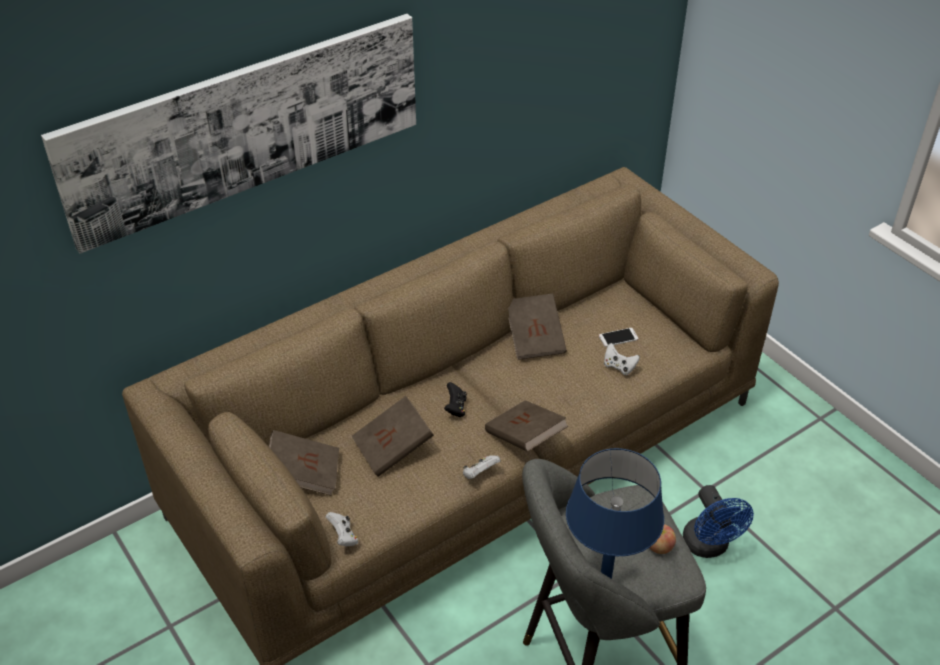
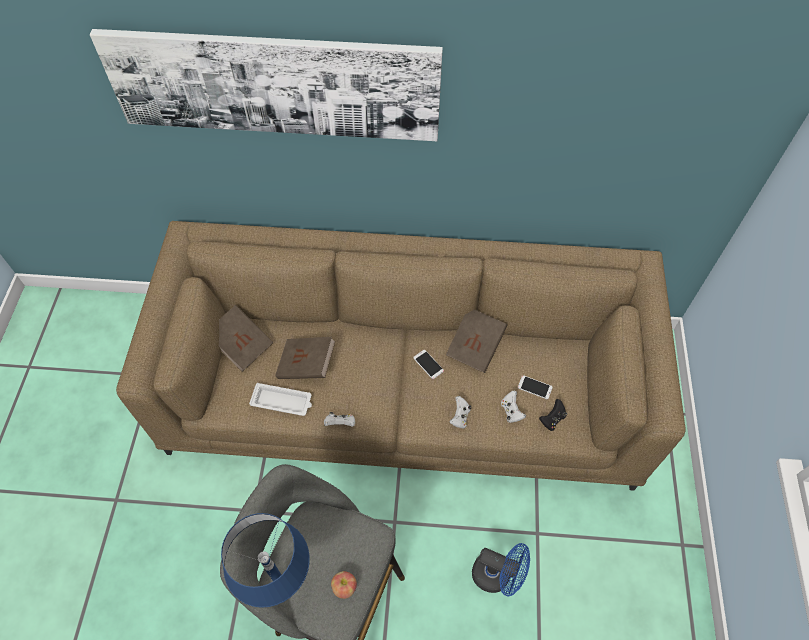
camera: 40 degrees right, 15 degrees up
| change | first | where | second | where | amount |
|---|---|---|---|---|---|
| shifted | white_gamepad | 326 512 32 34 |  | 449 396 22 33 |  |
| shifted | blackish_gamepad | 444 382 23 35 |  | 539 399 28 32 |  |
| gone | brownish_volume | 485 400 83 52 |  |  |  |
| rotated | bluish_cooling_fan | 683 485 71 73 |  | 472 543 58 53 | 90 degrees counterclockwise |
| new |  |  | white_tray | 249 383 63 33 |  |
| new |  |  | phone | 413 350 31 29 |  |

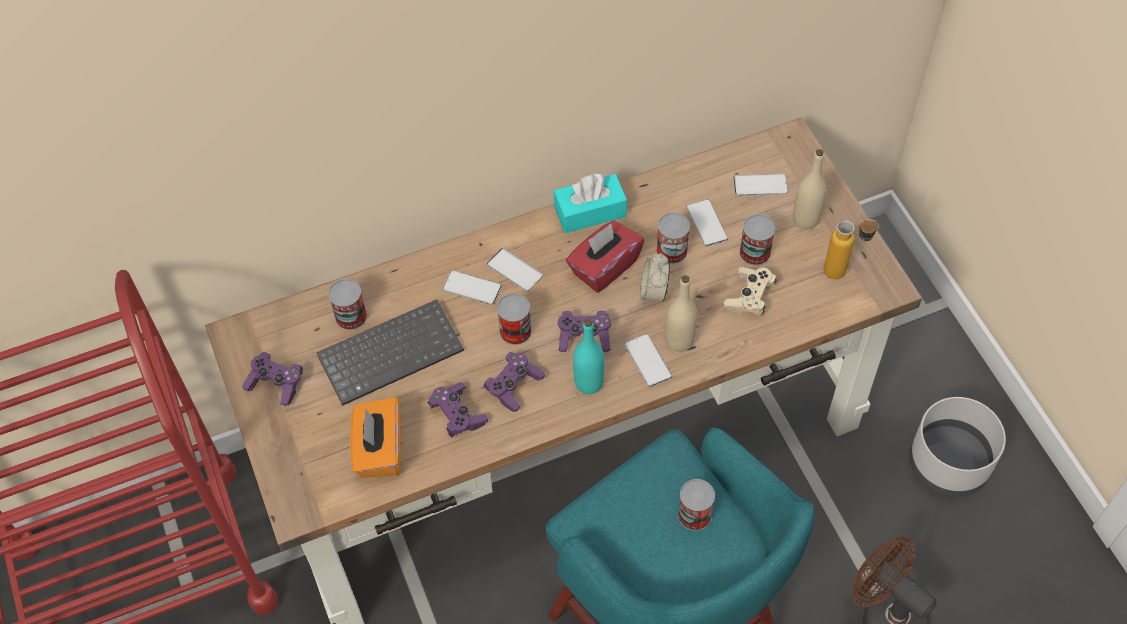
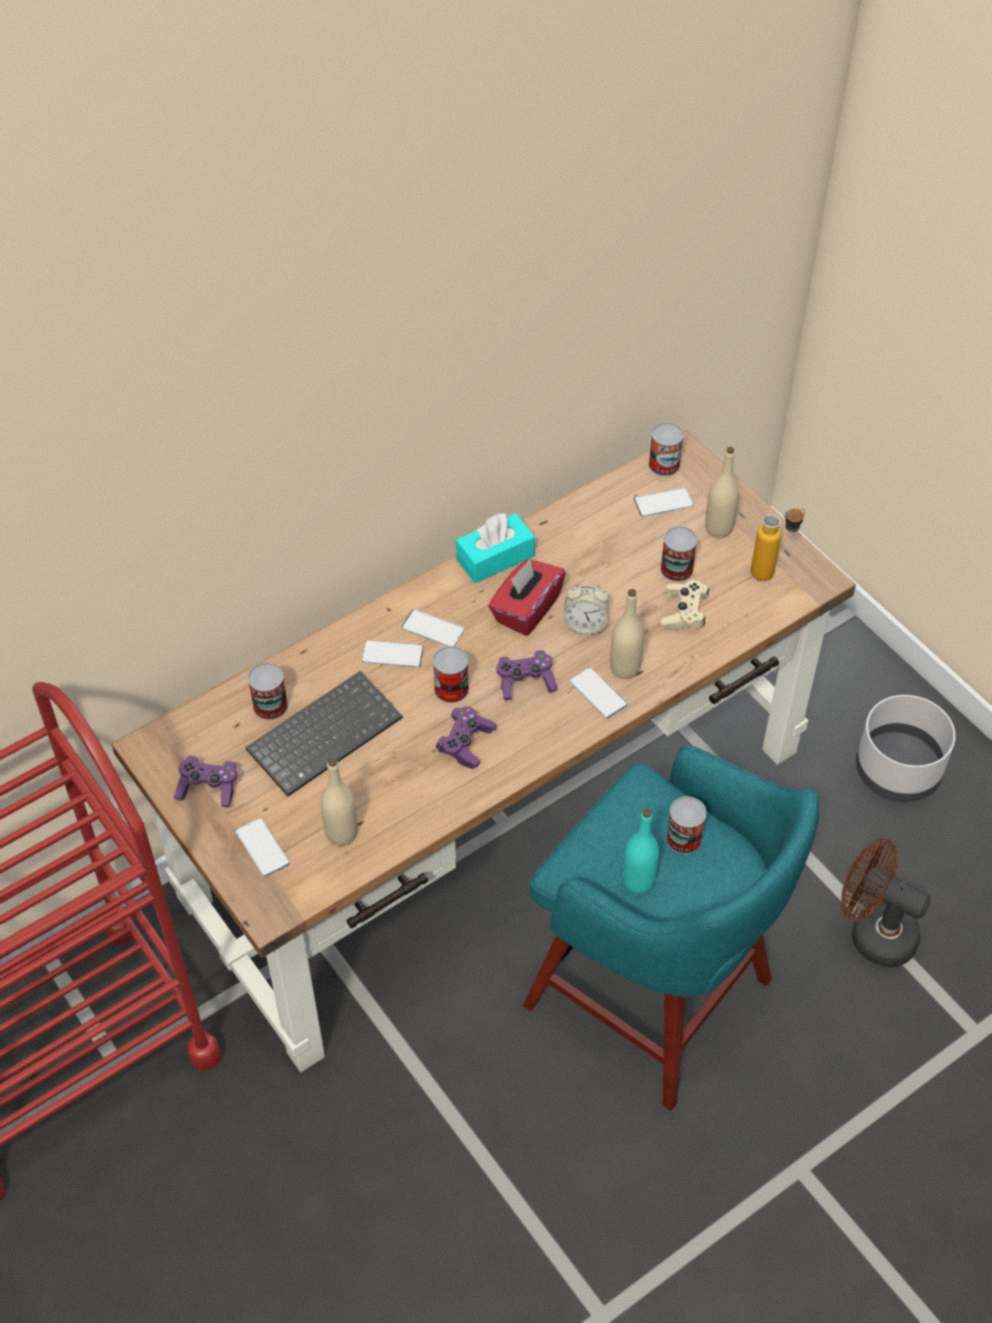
camera: 15 degrees left, 5 degrees down
| change | first | where | second | where | amount |
|---|---|---|---|---|---|
| swapped | orange_box_of_tissues | 350 397 51 81 | sand-coloured_beverage_bottle | 321 758 37 88 |  |
| gone | purple-coloured_gamepad | 427 382 61 55 |  |  |  |
| shifted | turquoise_beverage_bottle | 573 319 31 75 |  | 623 809 36 85 |  |
| rotated | bedside_clock | 640 253 30 51 |  | 563 582 46 53 | 75 degrees counterclockwise |
| shifted | metal_can | 656 213 34 51 |  | 649 422 35 54 |  |
| shifted | phone | 686 199 42 47 |  | 235 818 55 59 |  |

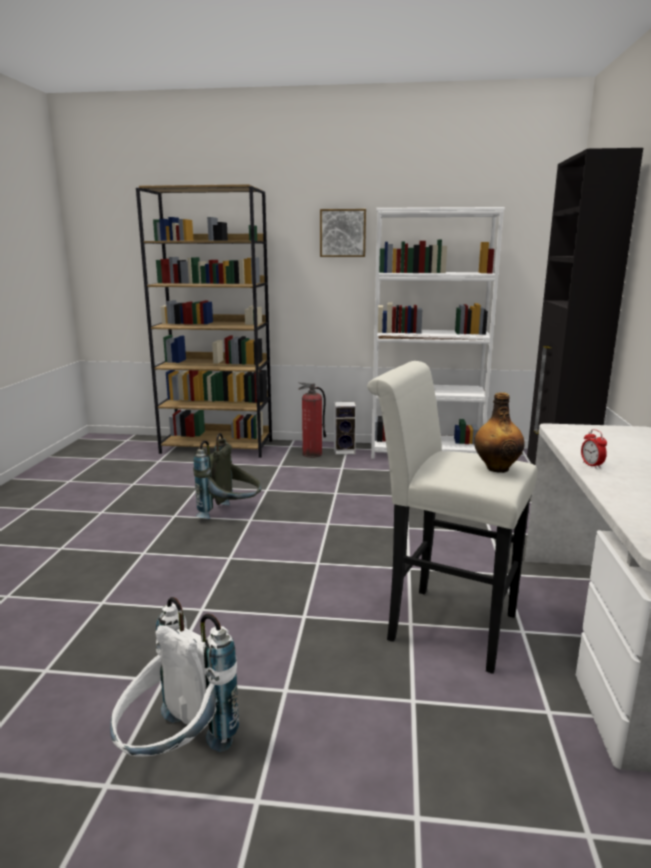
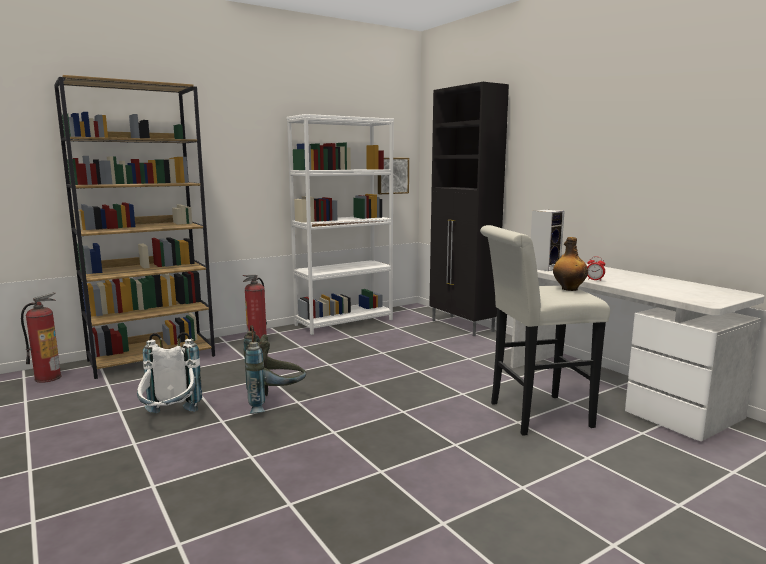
camera: 40 degrees left, 5 degrees down
| change | first | where | second | where | amount |
|---|---|---|---|---|---|
| shifted | white_backpack | 110 597 129 160 |  | 137 332 65 81 |  |
| shifted | wall_picture | 320 209 46 48 |  | 378 158 31 36 |  |
| shifted | loudspeaker | 334 402 22 53 |  | 531 210 33 61 |  |
| new |  |  | fire_extinguisher | 21 292 40 91 |  |

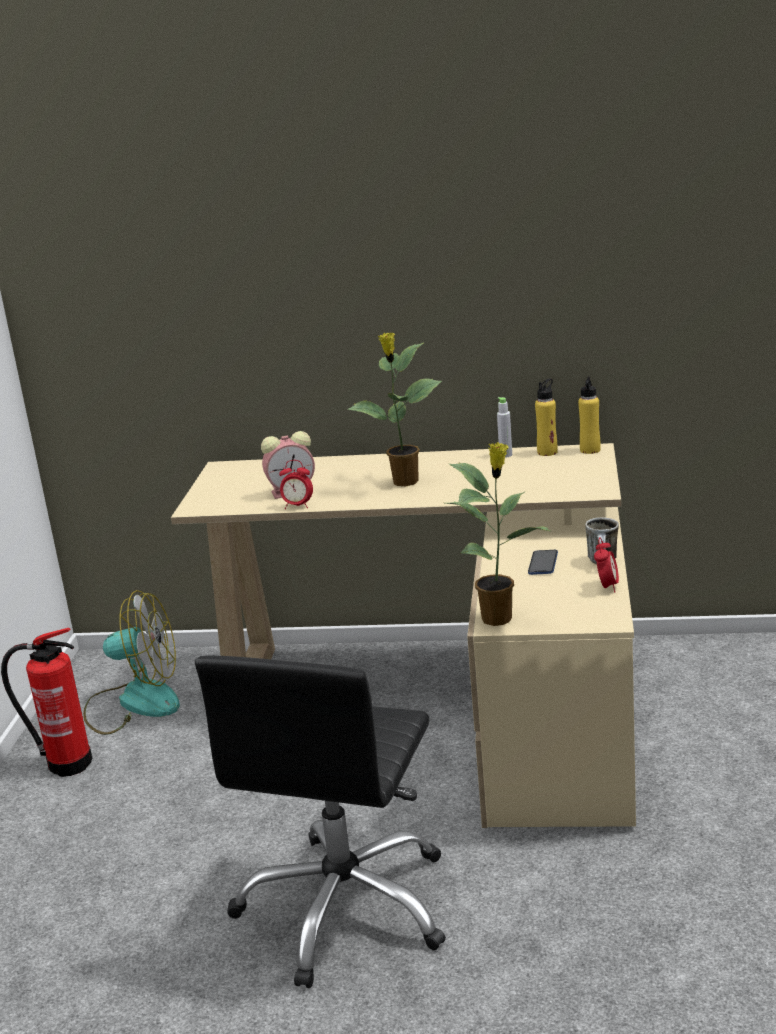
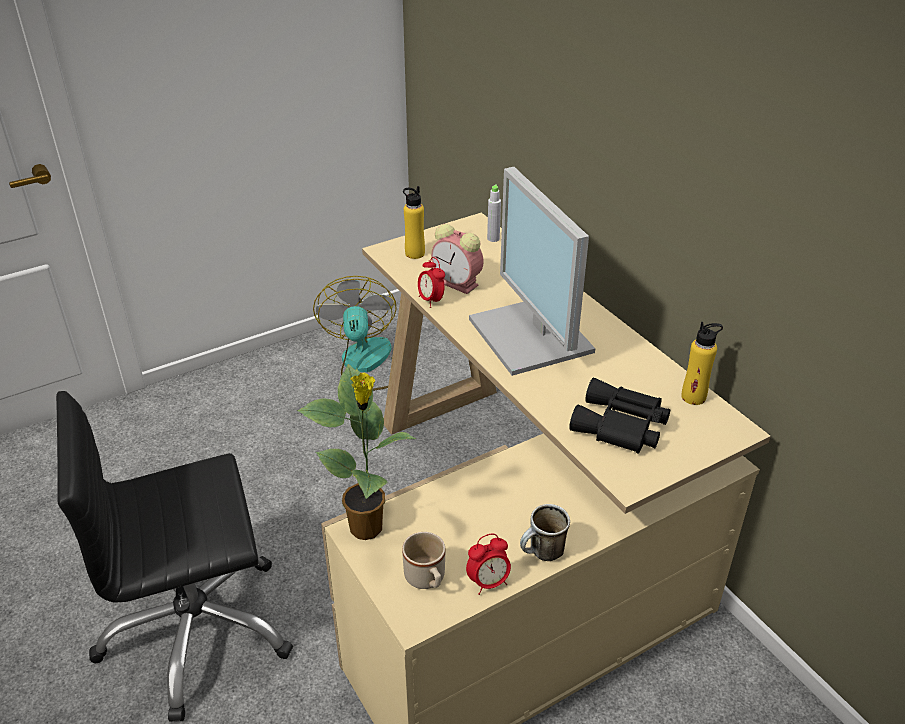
camera: 50 degrees right, 15 degrees up
| change | first | where | second | where | amount |
|---|---|---|---|---|---|
| gone | fire_extinguisher | 1 628 92 149 |  |  |  |
| rotated | cooling_fan | 83 590 97 145 |  | 313 276 103 115 | 150 degrees counterclockwise |
| swapped | houseplant | 348 333 94 153 | computer_screen | 469 167 126 209 |  |
| shifted | grey_beverage_bottle | 497 397 15 60 |  | 487 184 14 58 |  |
| gone | phone | 528 550 30 25 |  |  |  |
| shifted | yellowish_beverage_bottle | 578 377 23 77 |  | 403 186 22 73 |  |
| new |  |  | sand-coloured_coffee_mug | 402 532 43 57 |  |
| new |  |  | blackish_pair_of_binoculars | 569 378 101 76 |  |

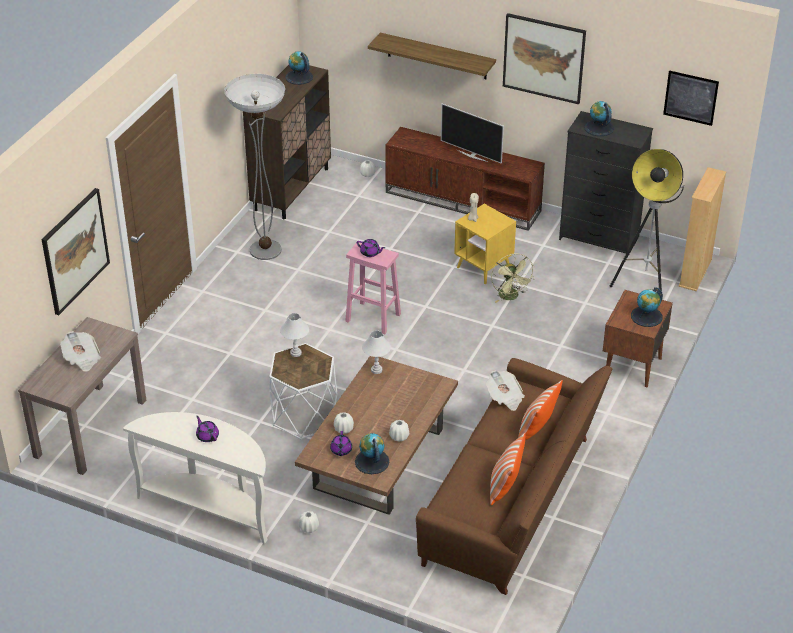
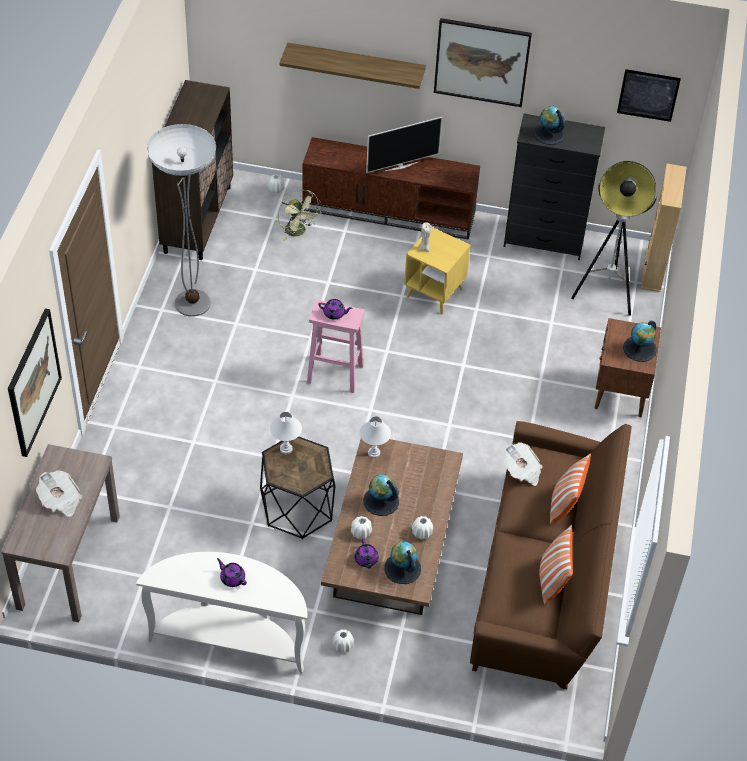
camera: 15 degrees left, 10 degrees up
| change | first | where | second | where | amount |
|---|---|---|---|---|---|
| repainted | white_side_table | 269 343 68 97 | blackish_side_table | 260 436 75 103 |  |
| shifted | desk_globe | 285 51 28 34 |  | 363 474 36 42 |  |
| rotated | TV_set | 441 103 63 61 |  | 366 117 76 56 | 45 degrees counterclockwise |
| shifted | greenish_cooling_fan | 491 254 44 49 |  | 278 190 43 51 |  |

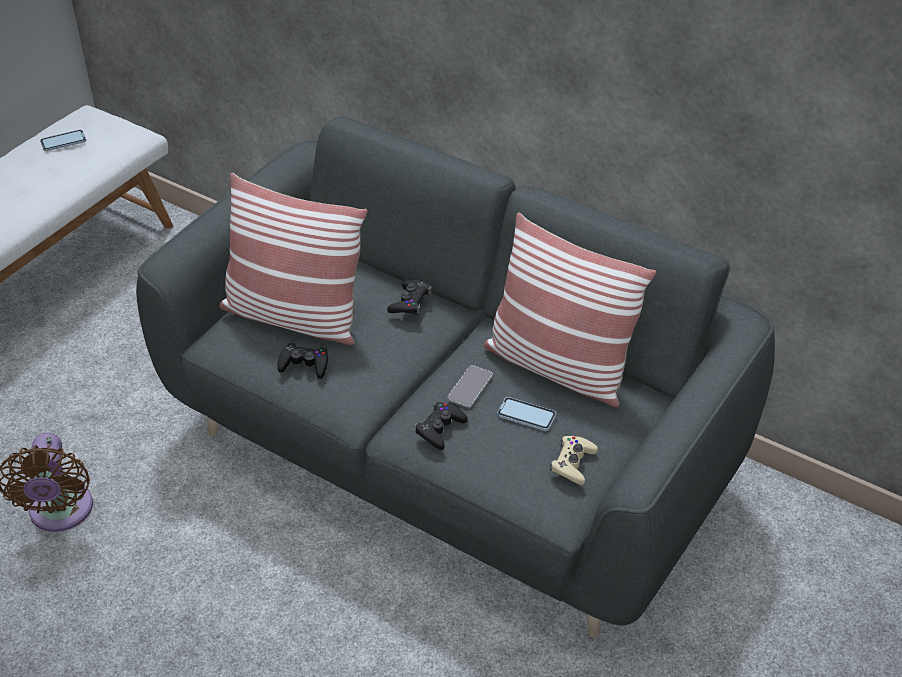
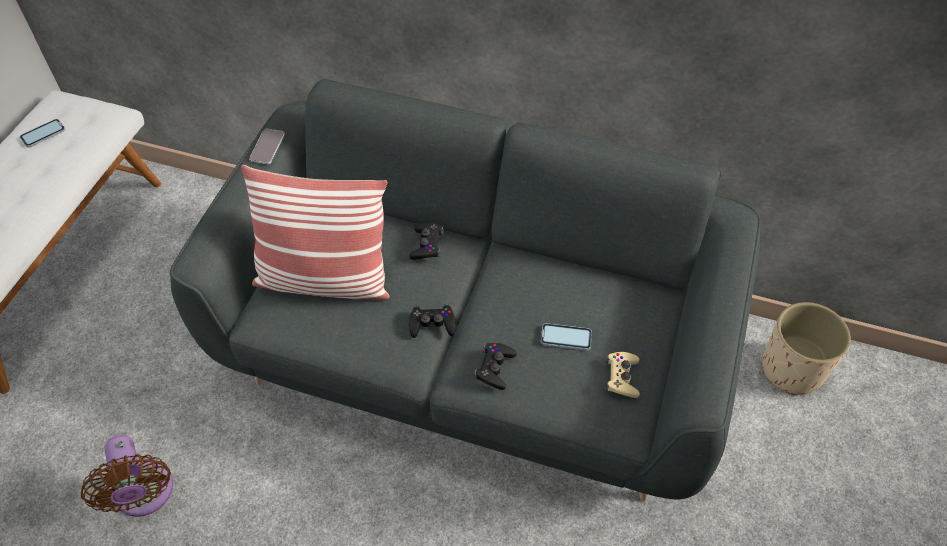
camera: 15 degrees left, 10 degrees up
| change | first | where | second | where | amount |
|---|---|---|---|---|---|
| shifted | blackish_gamepad | 277 342 51 37 |  | 409 304 46 34 |  |
| shifted | phone | 448 365 45 43 |  | 249 129 36 35 |  |
| gone | throw_pillow | 483 213 173 194 |  |  |  |
| new |  |  | sand-coloured_flower_pot | 762 302 89 94 |  |

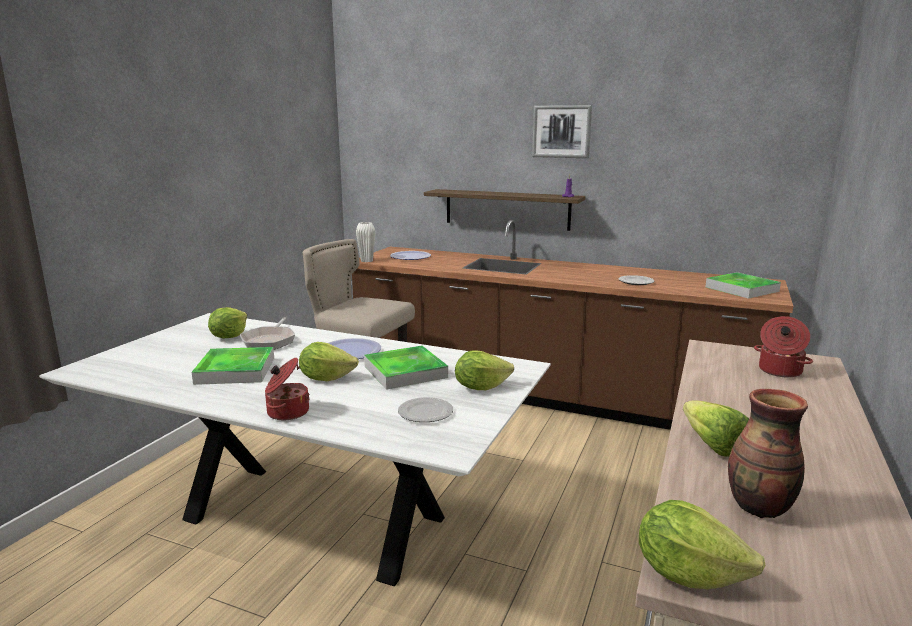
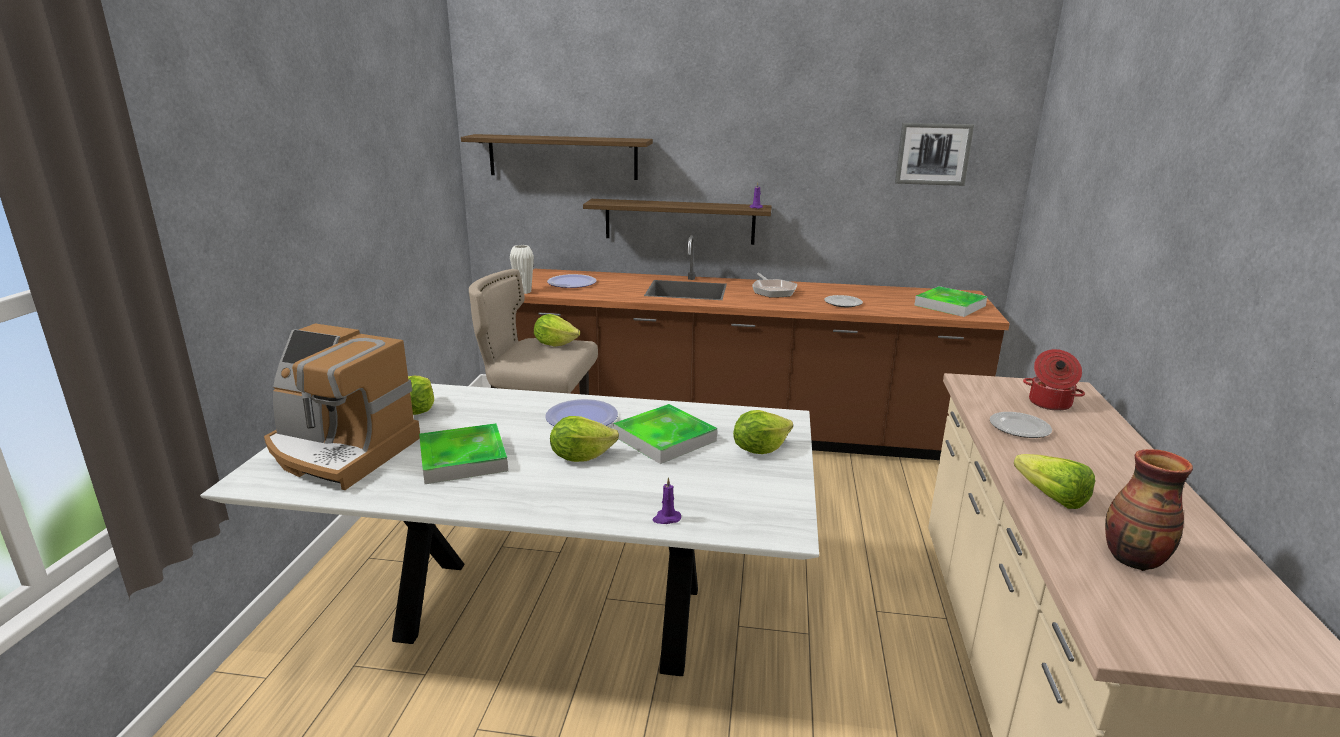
camera: 15 degrees left, 5 degrees up
| change | first | where | second | where | amount |
|---|---|---|---|---|---|
| shifted | skillet | 240 317 55 33 |  | 752 273 45 25 |  |
| gone | cooking_pot | 265 358 45 62 |  |  |  |
| shifted | flat_dish | 398 397 55 25 |  | 990 412 62 26 |  |
| shifted | wall_picture | 532 105 60 53 |  | 895 123 79 63 |  |
| shifted | head_of_lettuce | 639 500 127 89 |  | 534 314 46 33 |  |
| new |  |  | coffee_machine | 264 323 156 167 |  |
| new |  |  | wall_shelf | 461 134 192 46 |  |
| new |  |  | purple-coloured_wax_light | 653 477 28 47 |  |

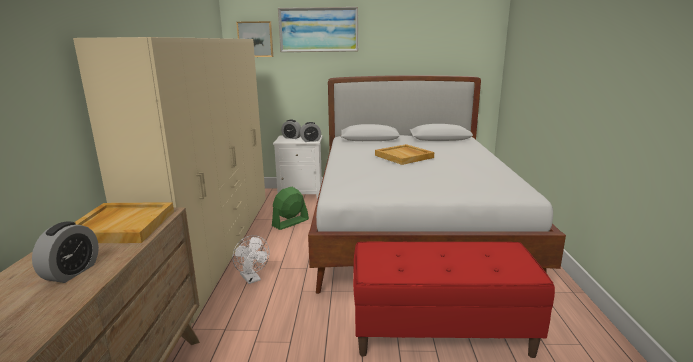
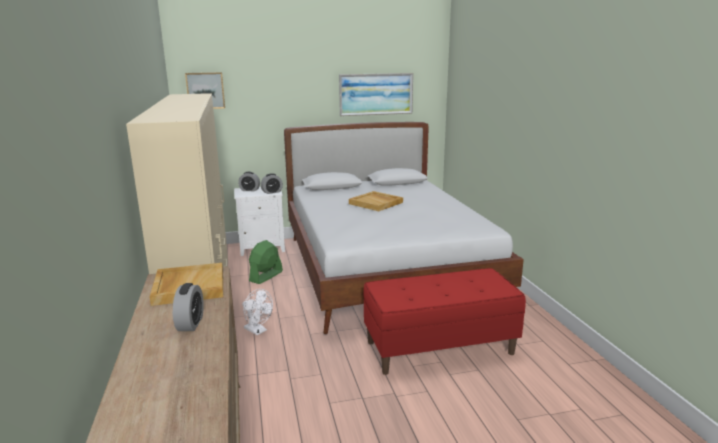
camera: 15 degrees left, 0 degrees up
| change | first | where | second | where | amount |
|---|---|---|---|---|---|
| shifted | wall_picture | 278 7 80 45 |  | 339 73 74 43 |  |

